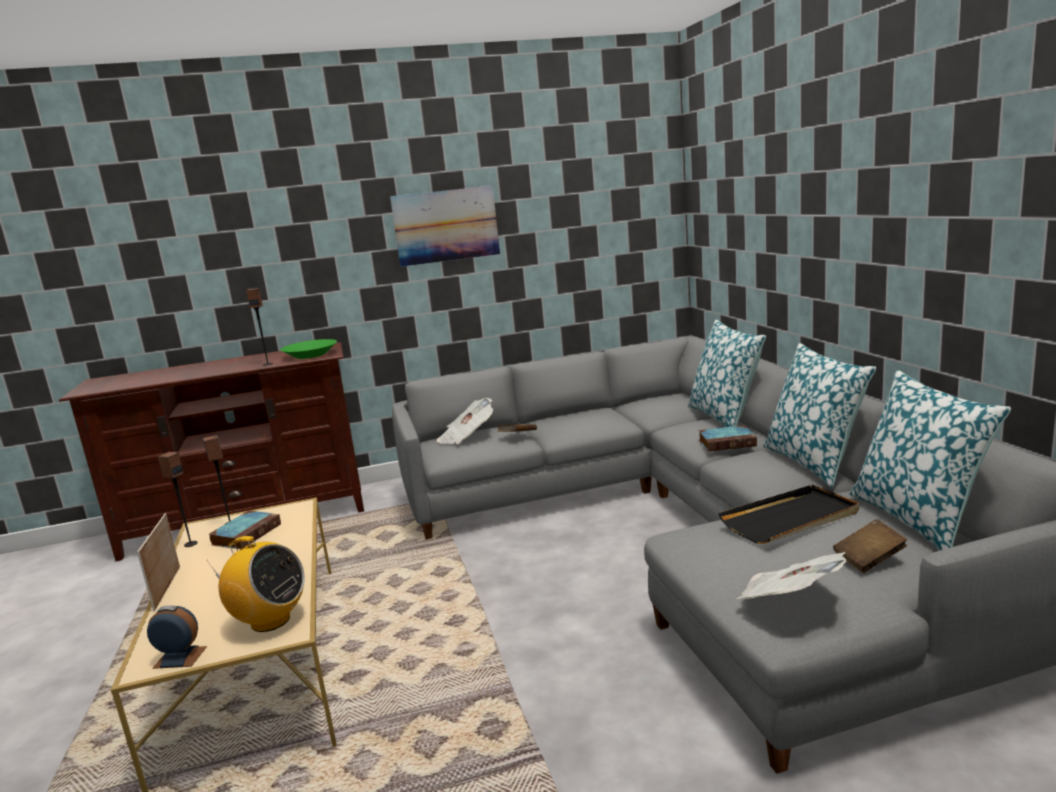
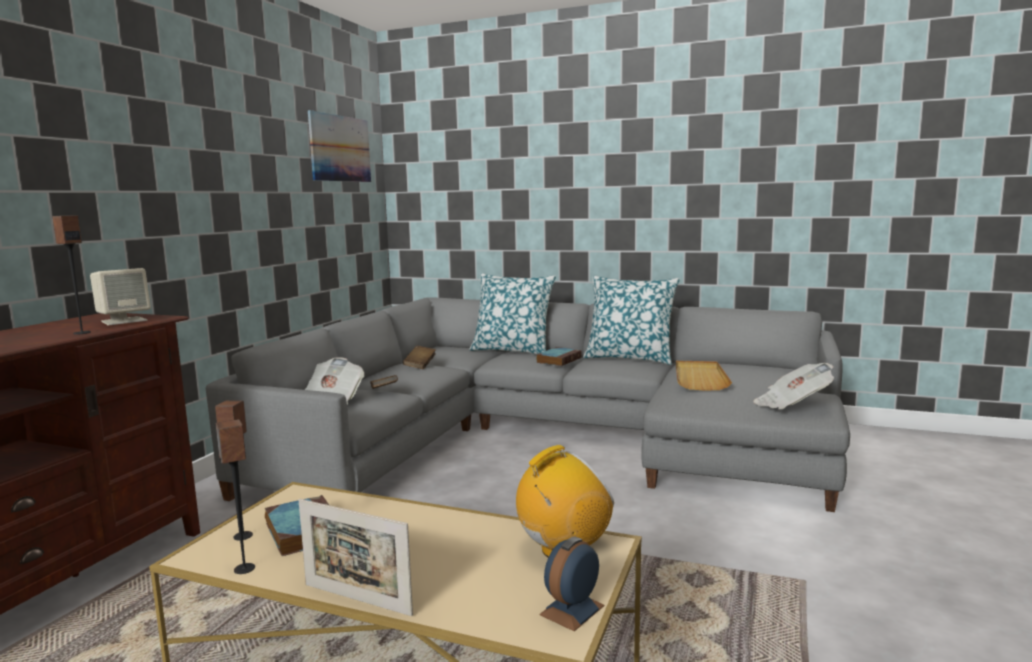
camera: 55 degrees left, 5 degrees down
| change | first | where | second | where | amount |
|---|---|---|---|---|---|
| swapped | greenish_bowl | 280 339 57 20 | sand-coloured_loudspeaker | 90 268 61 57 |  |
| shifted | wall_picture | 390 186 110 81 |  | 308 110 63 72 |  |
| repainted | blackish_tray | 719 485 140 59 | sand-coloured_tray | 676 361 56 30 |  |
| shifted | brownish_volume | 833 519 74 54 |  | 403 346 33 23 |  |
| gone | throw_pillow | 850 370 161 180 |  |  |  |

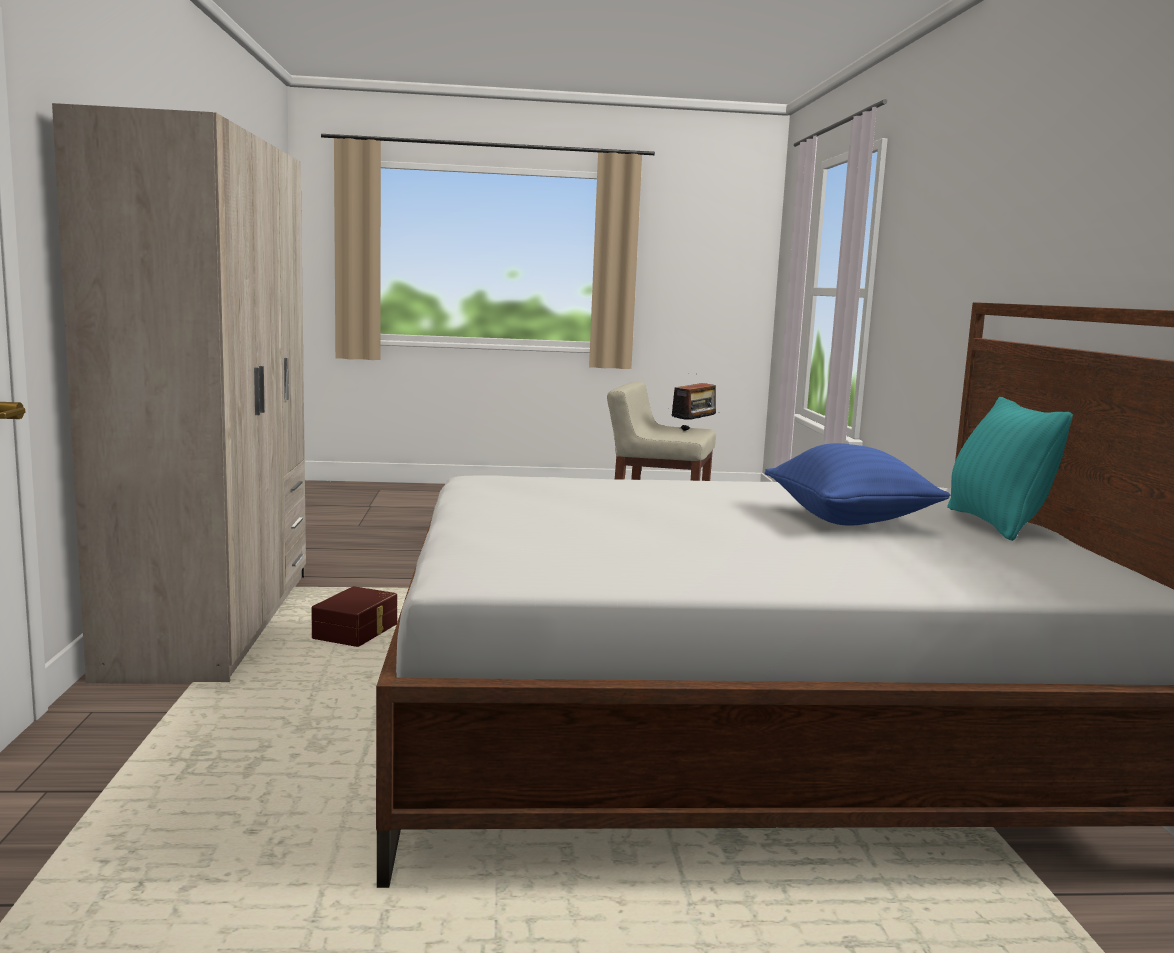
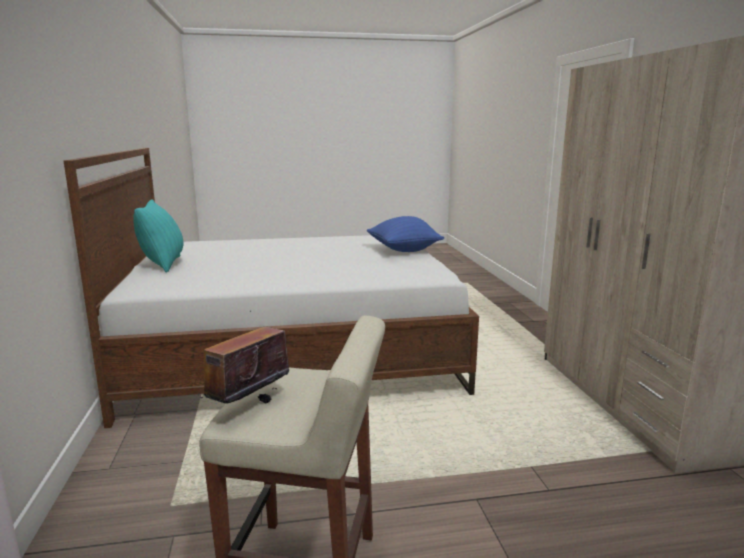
camera: 175 degrees right, 5 degrees up
| change | first | where | second | where | amount |
|---|---|---|---|---|---|
| gone | brownish_storage_bin | 311 586 86 61 |  |  |  |
| shifted | bluish_throw_pillow | 765 443 185 83 |  | 367 216 77 36 |  |

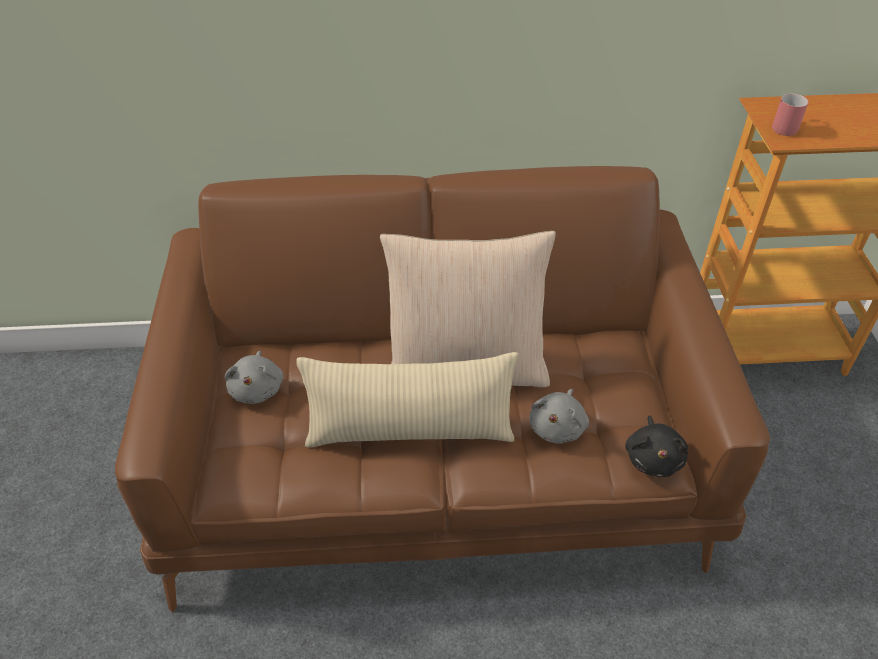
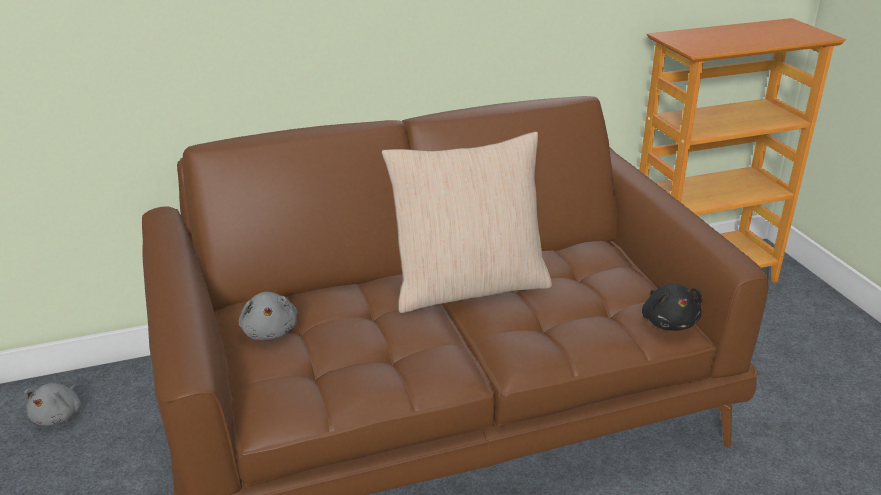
camera: 15 degrees left, 15 degrees down
| change | first | where | second | where | amount |
|---|---|---|---|---|---|
| gone | sand-coloured_throw_pillow | 296 352 223 95 |  |  |  |
| shifted | grey_cuddly_toy | 529 389 60 55 |  | 24 383 57 43 |  |
| gone | red_coffee_mug | 772 93 36 43 |  |  |  |

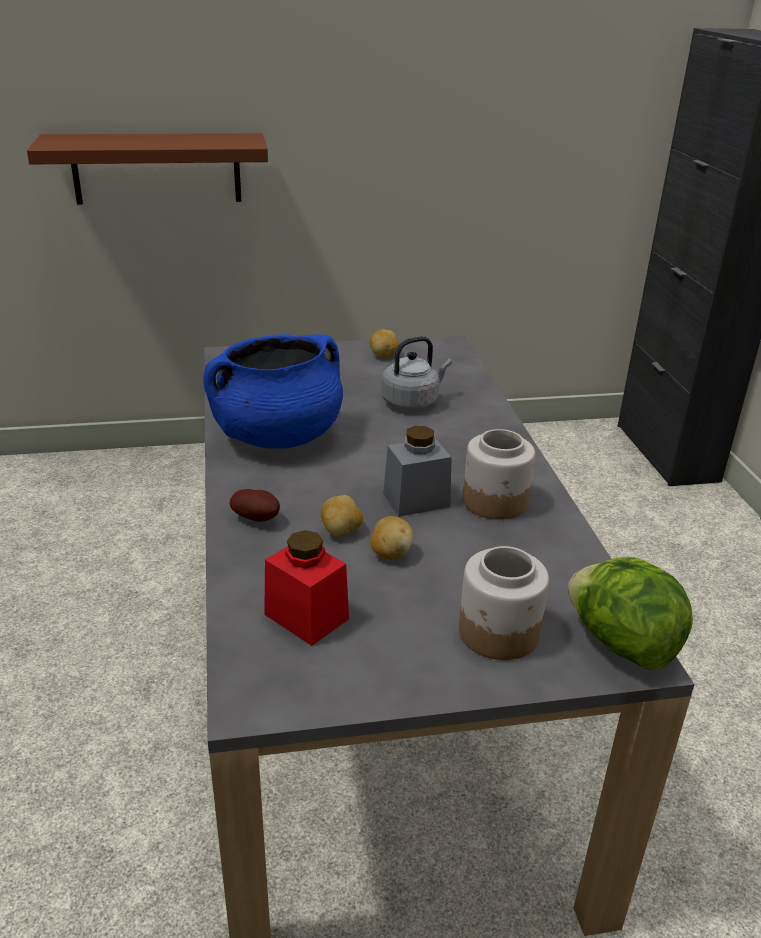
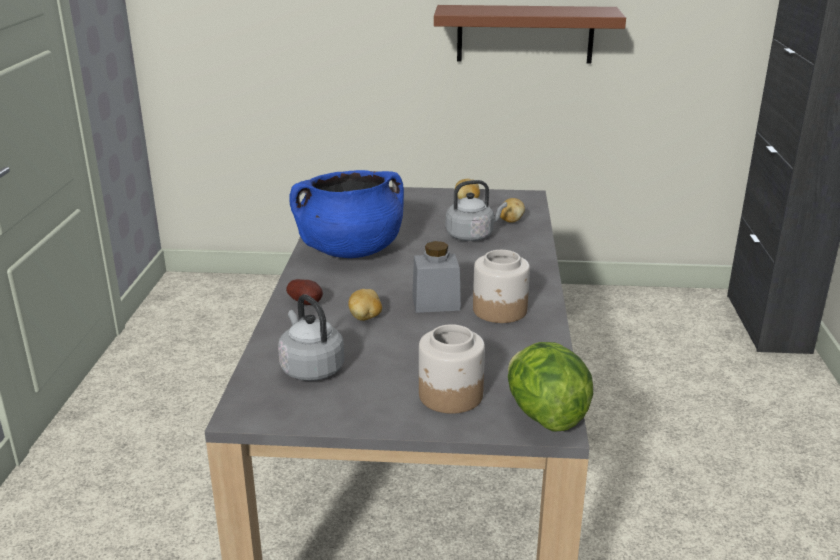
camera: 15 degrees right, 5 degrees down
| change | first | where | second | where | amount |
|---|---|---|---|---|---|
| shifted | brownish_wall_shelf | 27 133 241 71 |  | 434 5 192 59 |  |
| swapped | red_storage_jar | 264 530 85 116 | grey_water_kettle | 278 294 66 87 |  |
| shifted | whole_potato | 371 516 43 43 |  | 500 198 25 25 |  |

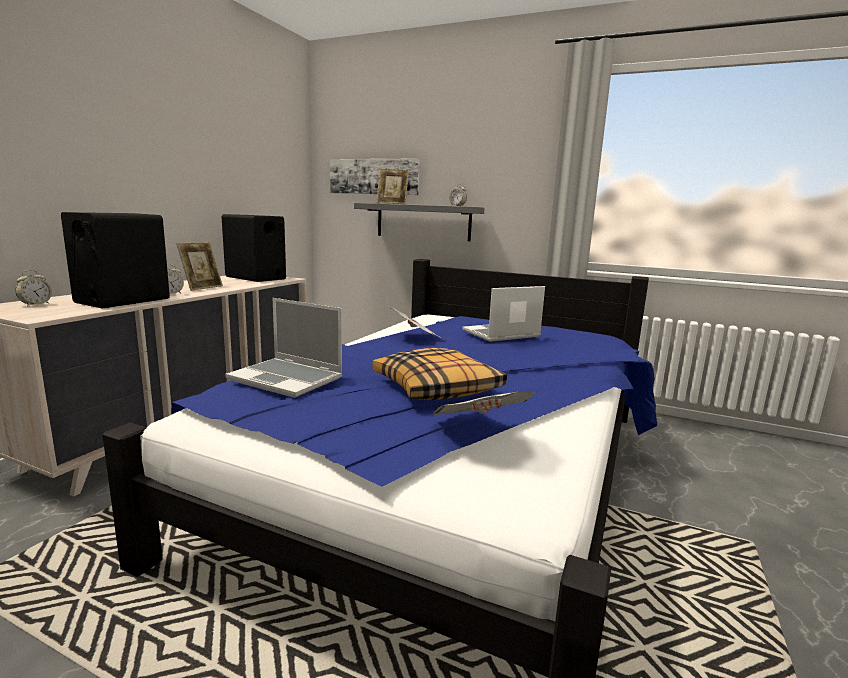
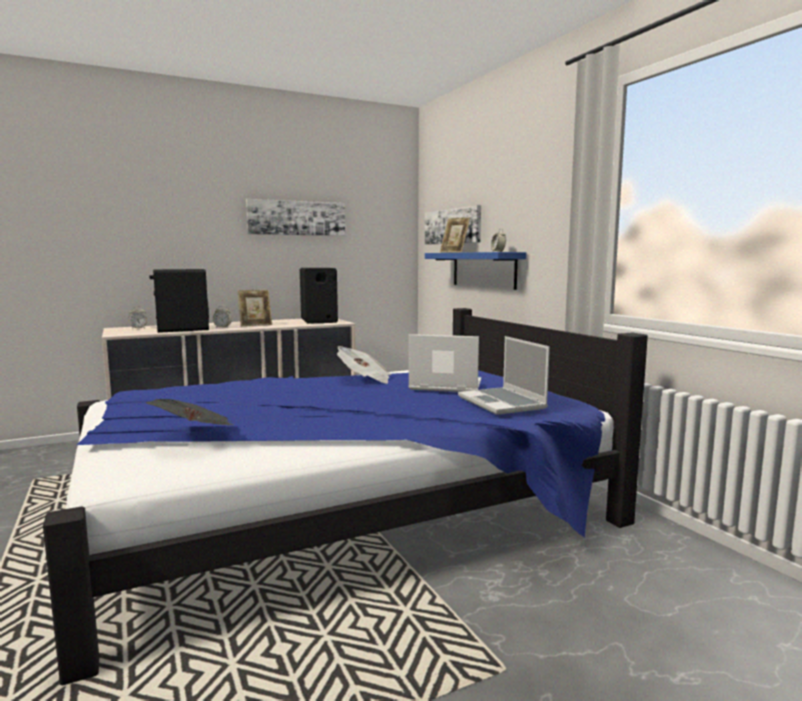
camera: 40 degrees right, 5 degrees down
| change | first | where | second | where | amount |
|---|---|---|---|---|---|
| shifted | laptop | 225 298 118 100 |  | 458 336 92 79 |  |
| repainted | grey_wall_shelf | 354 203 131 38 | bluish_wall_shelf | 425 252 102 38 |  |
| gone | throw_pillow | 372 348 135 52 |  |  |  |
| new |  |  | wall_picture | 246 199 99 37 |  |

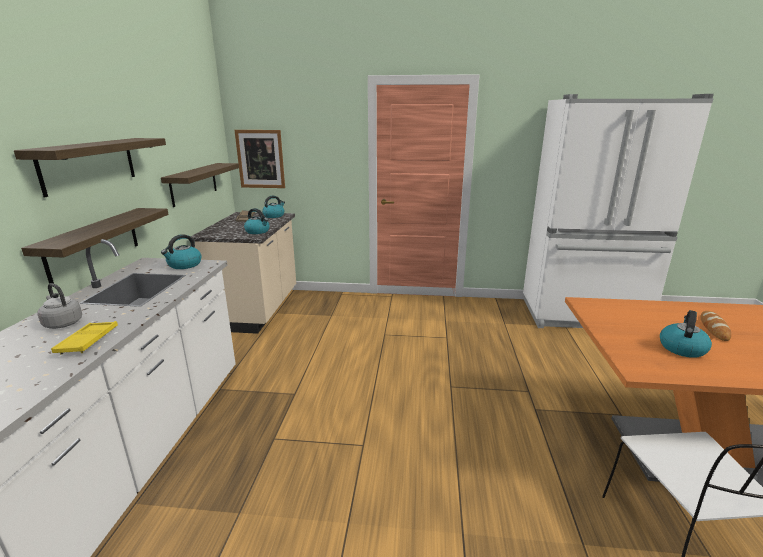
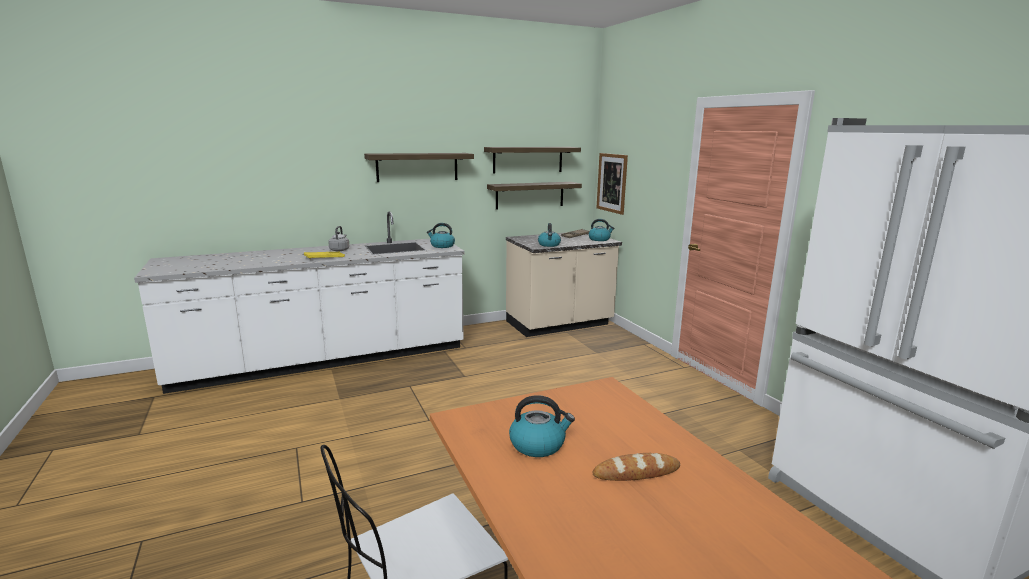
camera: 60 degrees right, 5 degrees down
| change | first | where | second | where | amount |
|---|---|---|---|---|---|
| shifted | wall_shelf | 21 208 148 76 |  | 484 147 97 26 |  |

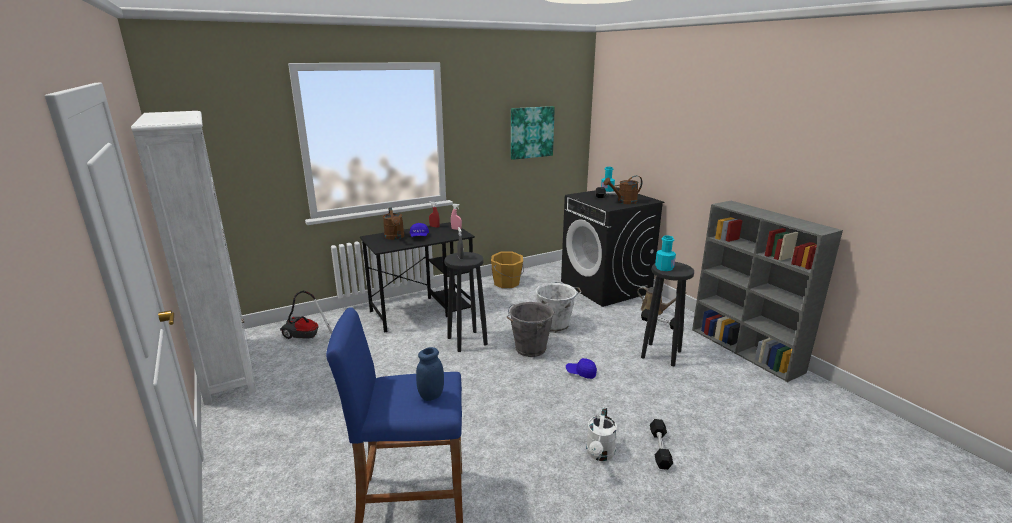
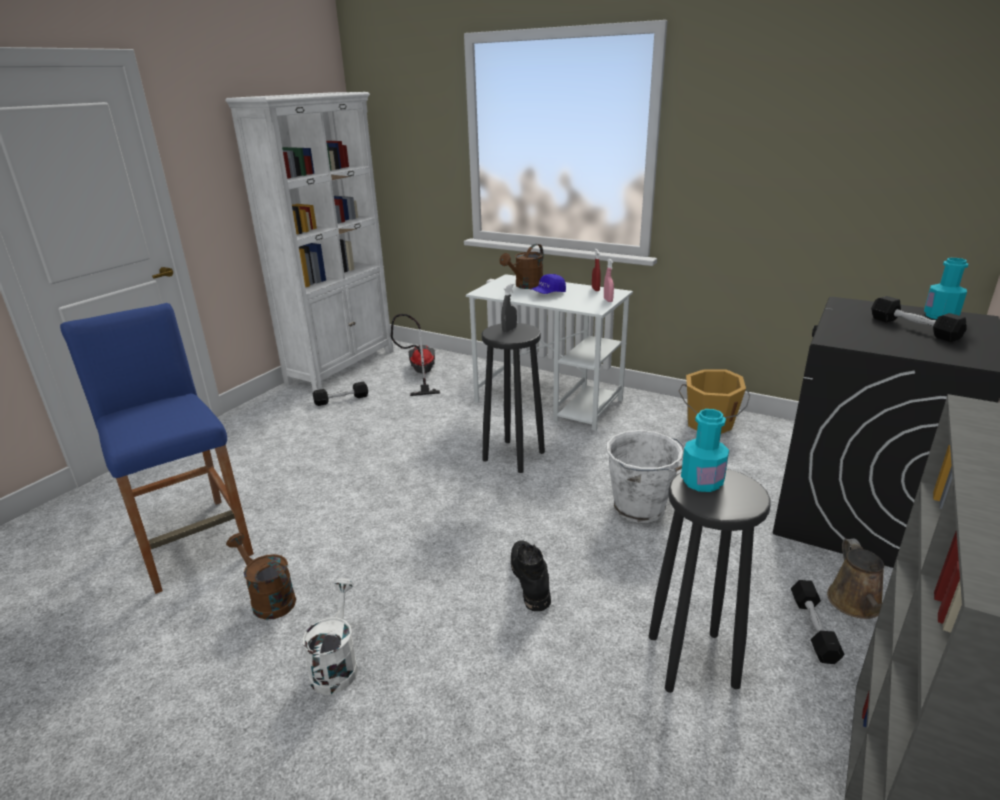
camera: 60 degrees right, 5 degrees up
| change | first | where | second | where | amount |
|---|---|---|---|---|---|
| repainted | blackish_desk_table | 360 222 115 111 | white_desk_table | 466 274 167 157 |  |
| gone | bluish_storage_jar | 416 347 28 54 |  |  |  |
| gone | grey_bucket | 507 302 47 55 |  |  |  |
| gone | wall_picture | 511 106 44 54 |  |  |  |
| swapped | bluish_baseball_cap | 566 358 31 21 | blackish_boot | 511 541 40 70 |  |
| rotated | white_watering_pot | 586 407 31 54 |  | 302 578 56 117 | 105 degrees clockwise |
| shifted | brownish_watering_pot | 604 176 38 28 |  | 226 533 70 87 |  |
| shifted | blackish_free_weight | 650 419 23 51 |  | 313 382 55 24 |  |

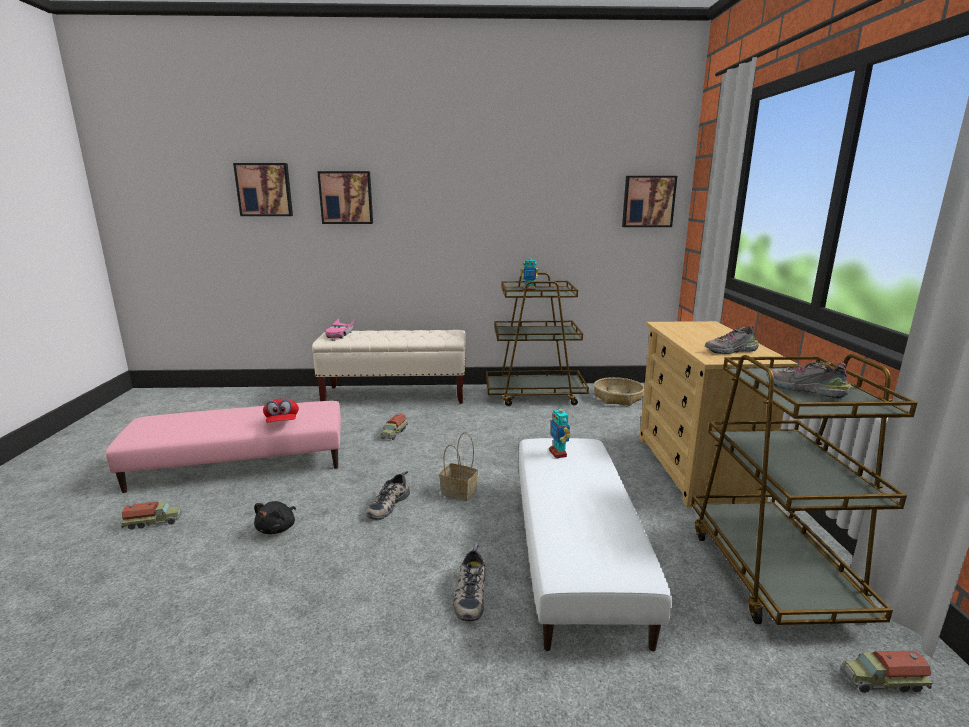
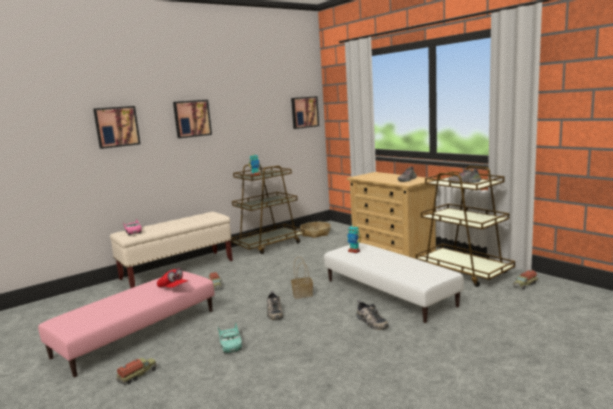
camera: 35 degrees left, 5 degrees down
| change | first | where | second | where | amount |
|---|---|---|---|---|---|
| shifted | wall_picture | 233 163 60 53 |  | 173 100 39 38 |  |
| swapped | blackish_cuddly_toy | 254 501 42 33 | turquoise_model_car | 218 321 24 32 |  |

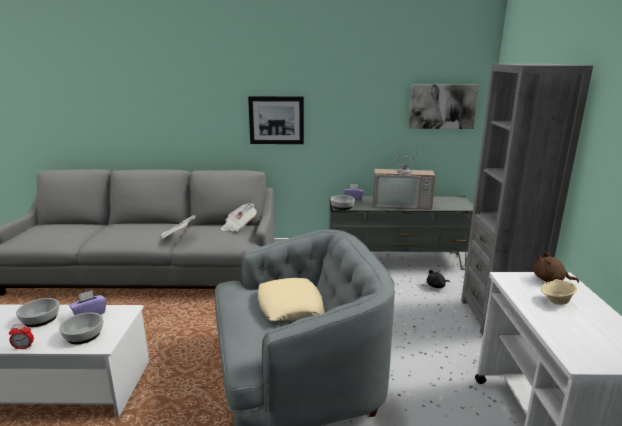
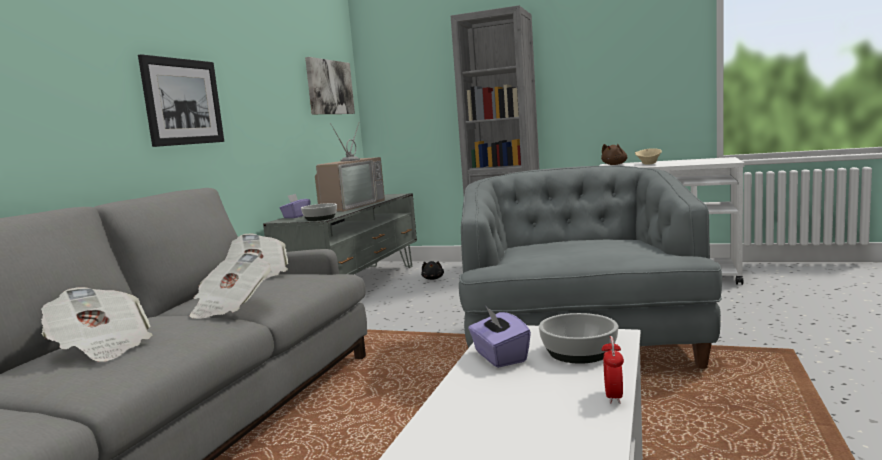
camera: 70 degrees left, 10 degrees down
| change | first | where | second | where | amount |
|---|---|---|---|---|---|
| gone | bowl | 16 298 43 29 |  |  |  |
| gone | sand-coloured_throw_pillow | 258 278 67 43 |  |  |  |
| new |  |  | printed_paper | 41 287 112 74 |  |

